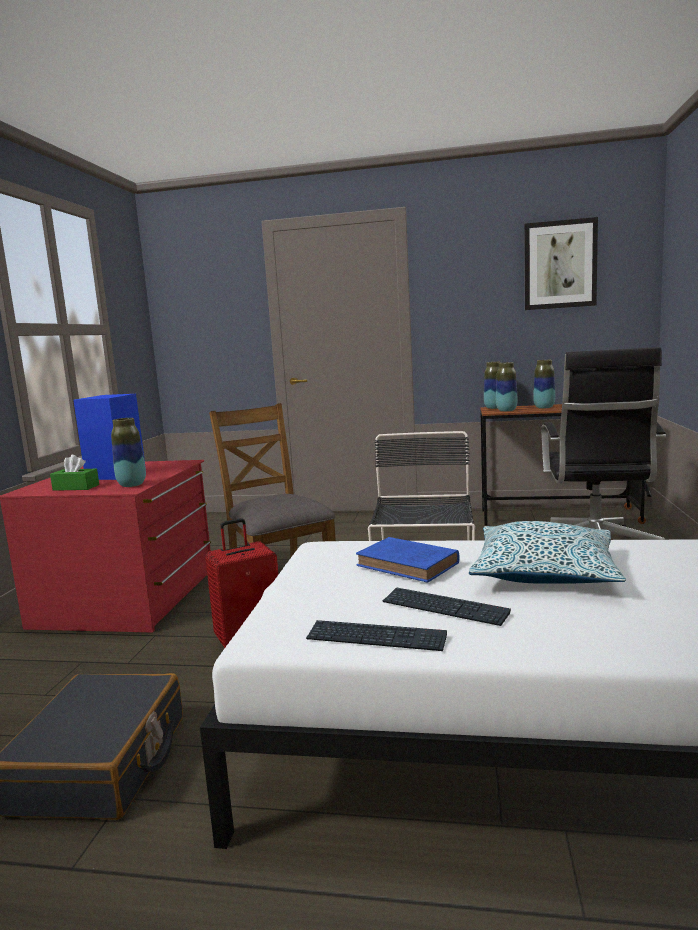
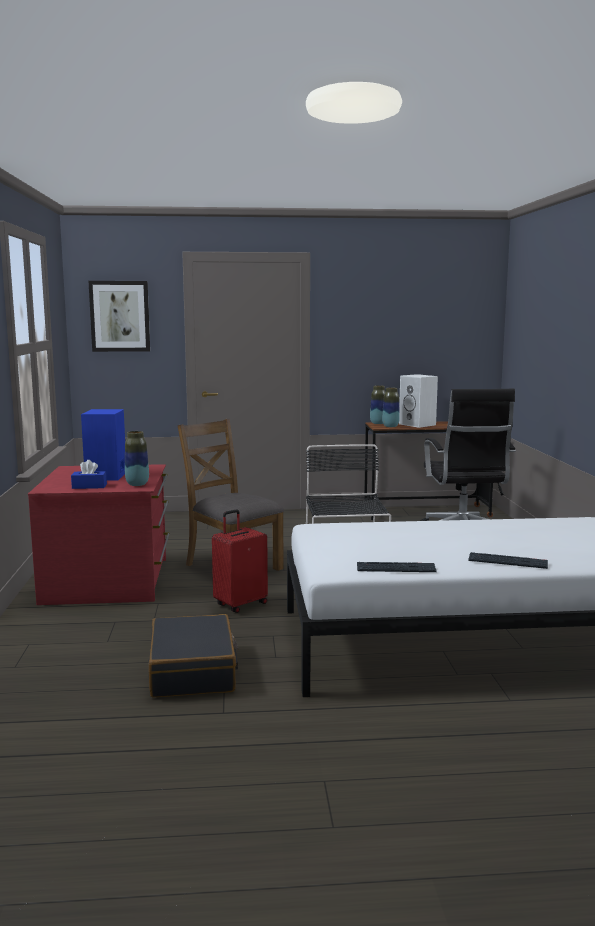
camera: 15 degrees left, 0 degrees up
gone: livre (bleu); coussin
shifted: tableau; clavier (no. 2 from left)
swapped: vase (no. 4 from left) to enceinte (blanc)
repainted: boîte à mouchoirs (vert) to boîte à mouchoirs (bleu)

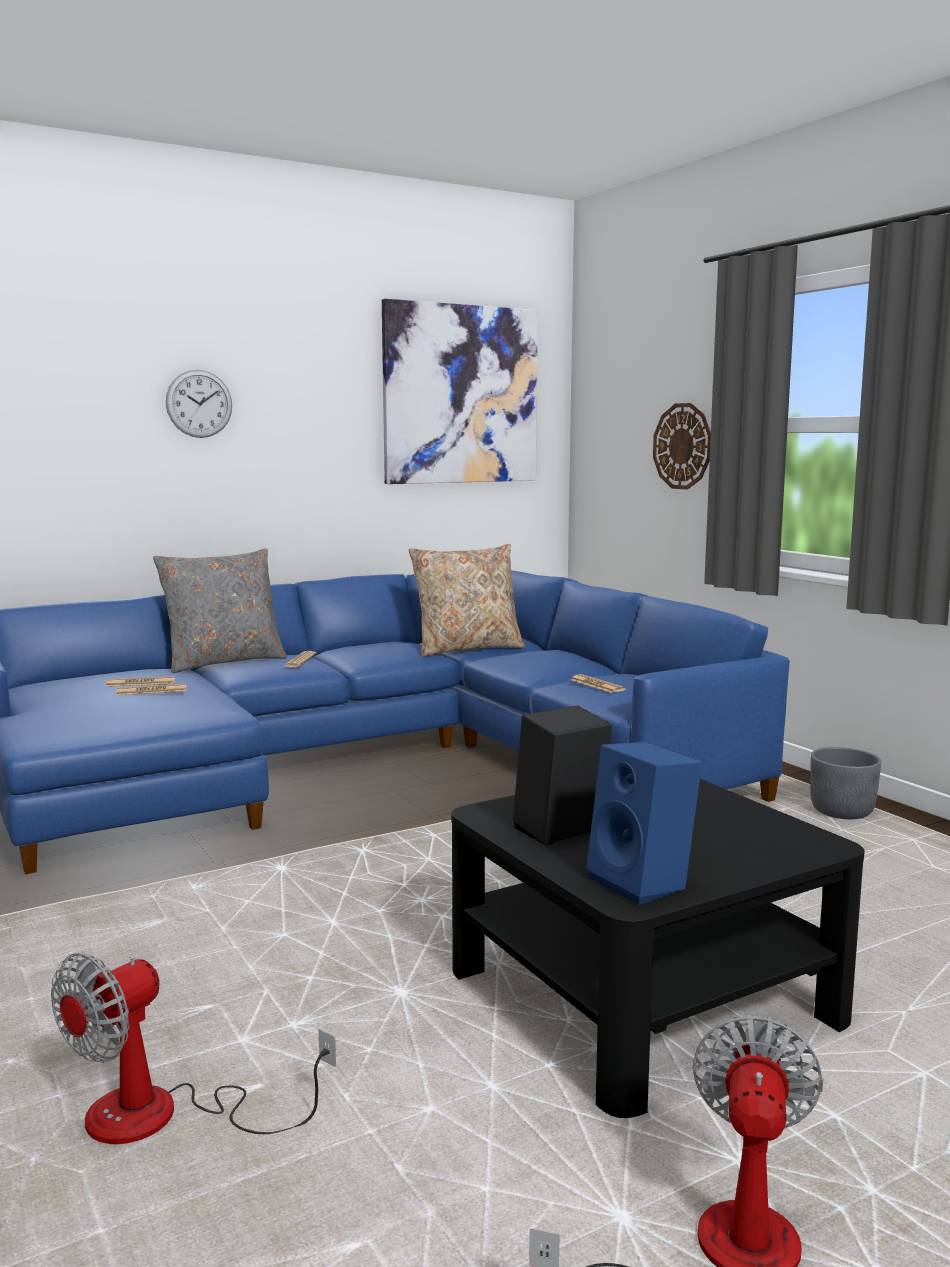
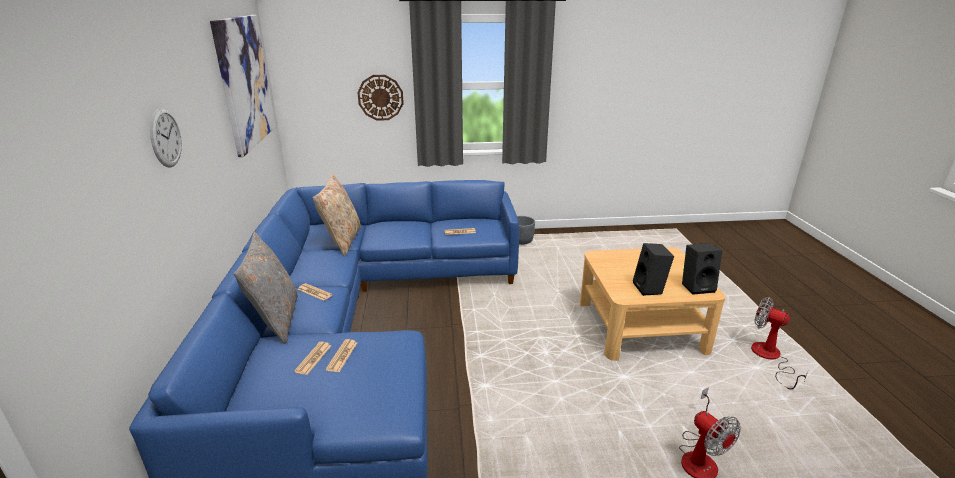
camera: 65 degrees left, 15 degrees up
repainted: table basse (noir) to table basse (beige); enceinte (bleu) to enceinte (noir) (no. 2 from left)

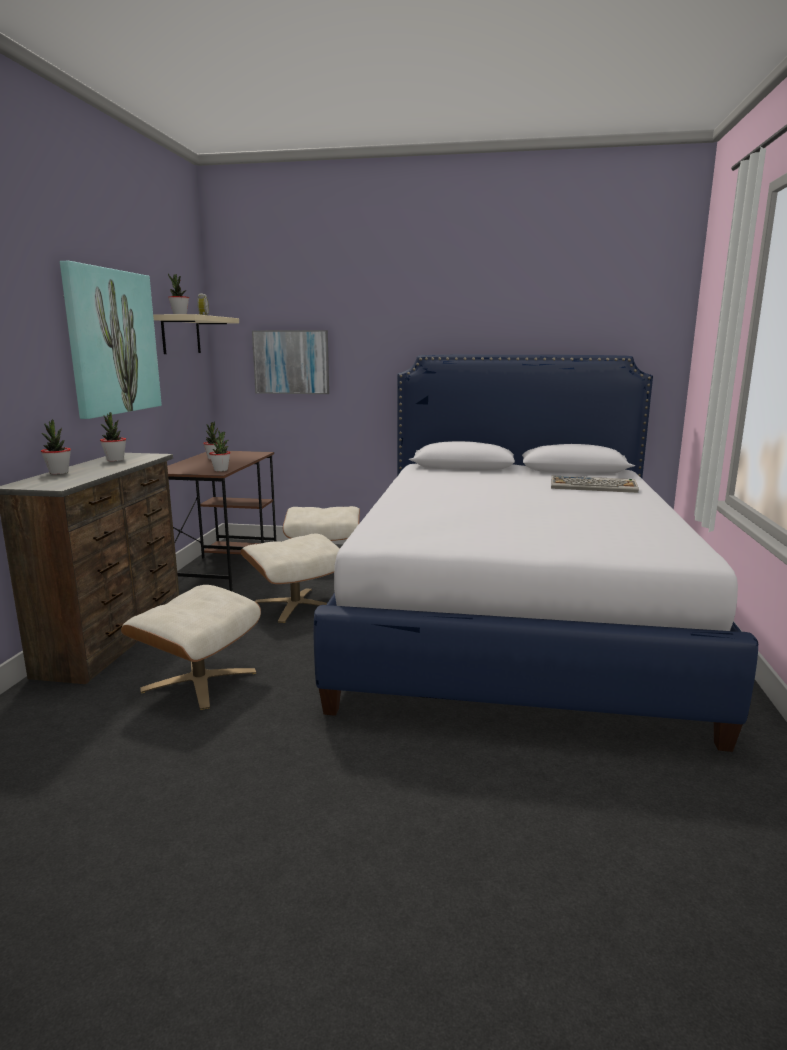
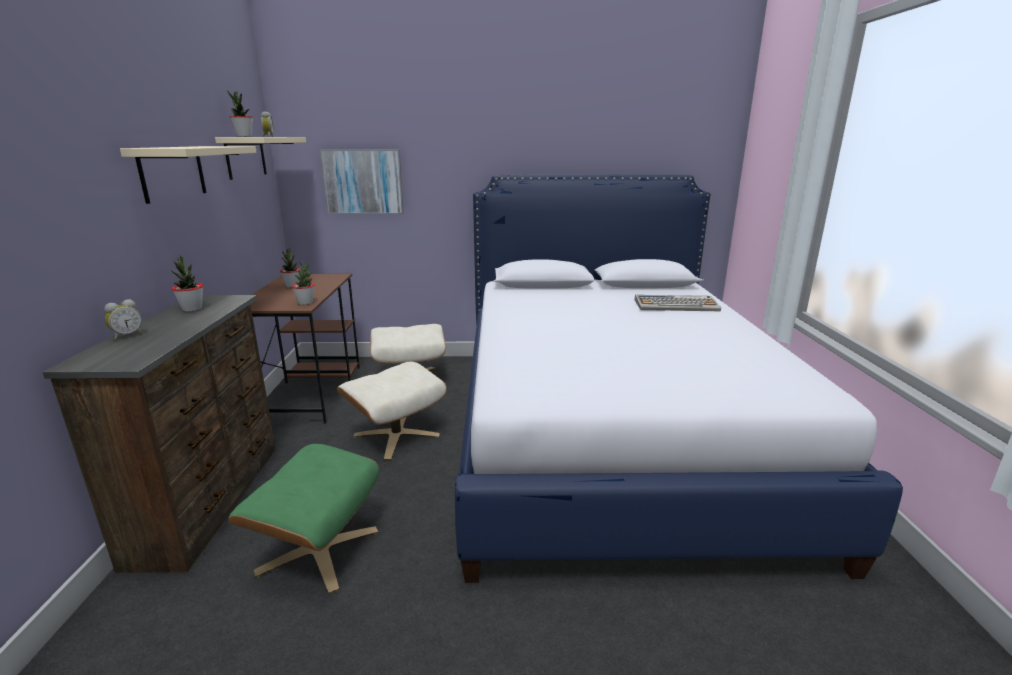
camera: 10 degrees left, 5 degrees up
swapped: plante en pot (no. 1 from left) to réveil (no. 1 from left); tableau (no. 1 from left) to étagère (beige) (no. 1 from left)
repainted: pouf (beige) (no. 1 from left) to pouf (vert)

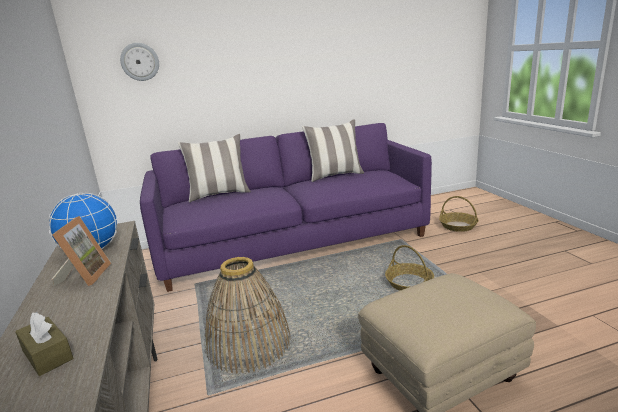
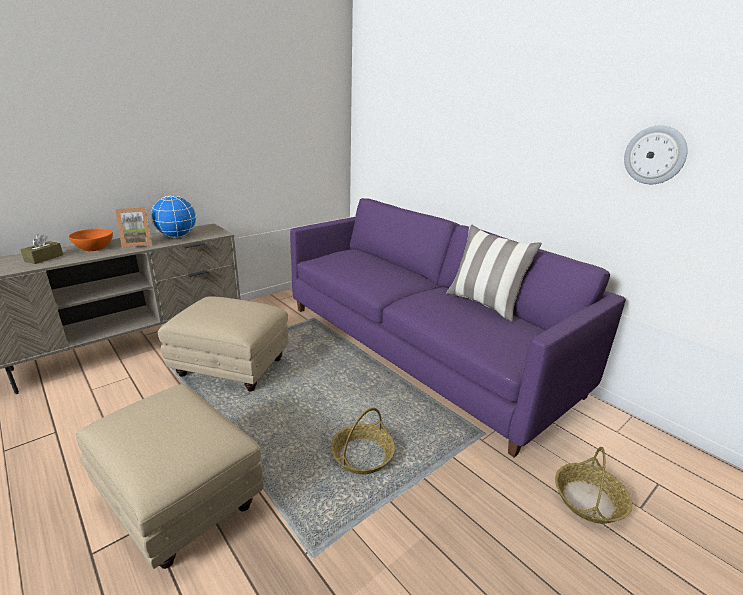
camera: 65 degrees right, 5 degrees up
gone: coussin (no. 1 from left)
new: bol (orange)
shifted: horloge murale
swapped: panier (no. 1 from left) to pouf (beige) (no. 2 from left)

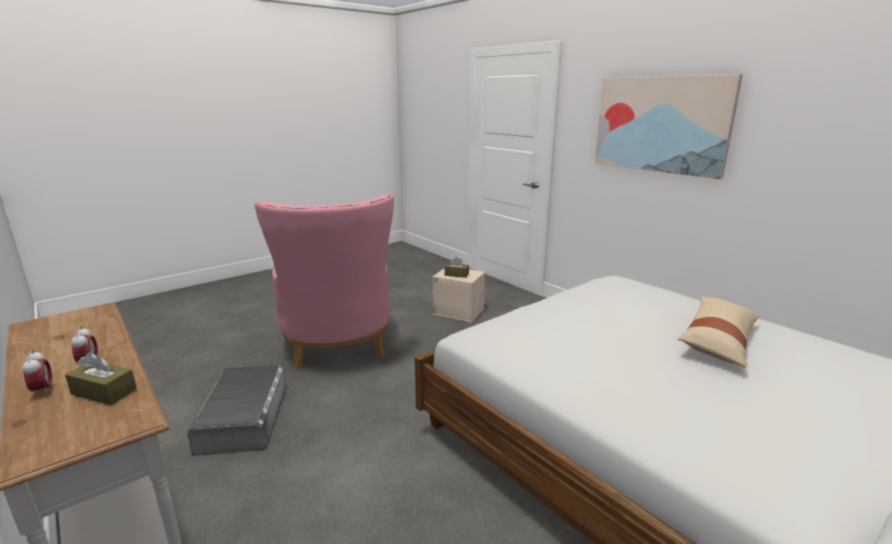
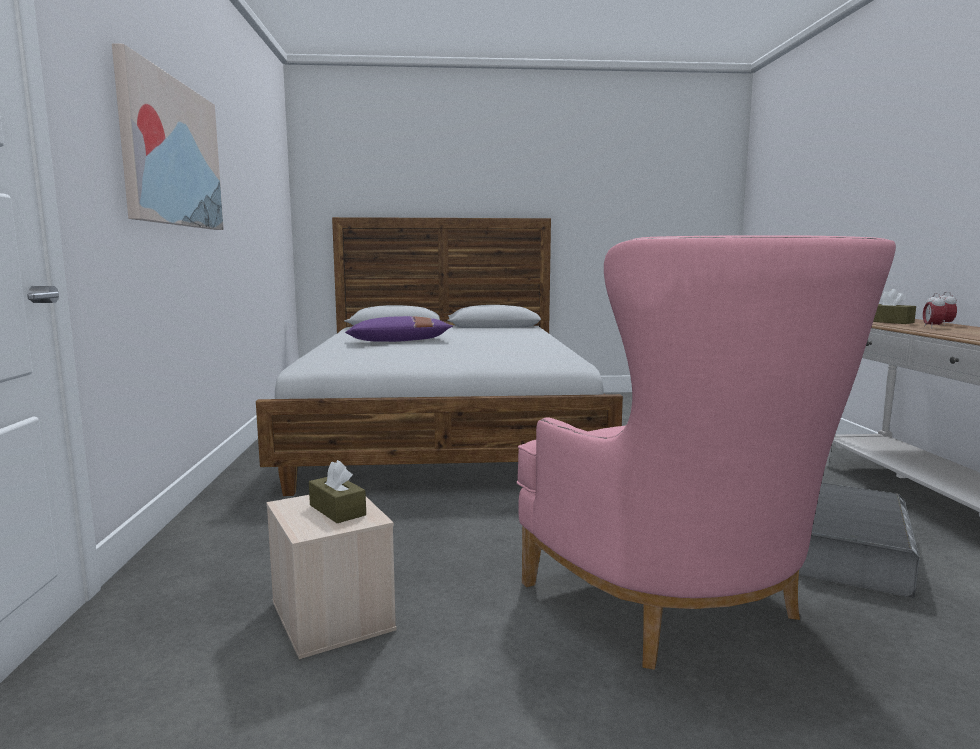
camera: 145 degrees left, 10 degrees down
repainted: coussin (beige) to coussin (violet)
rotated: fauteuil (rose) 135 degrees clockwise

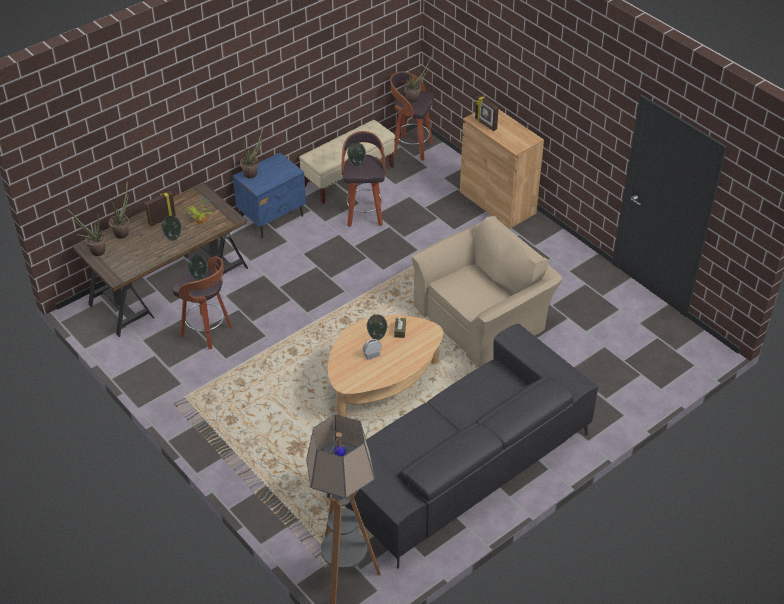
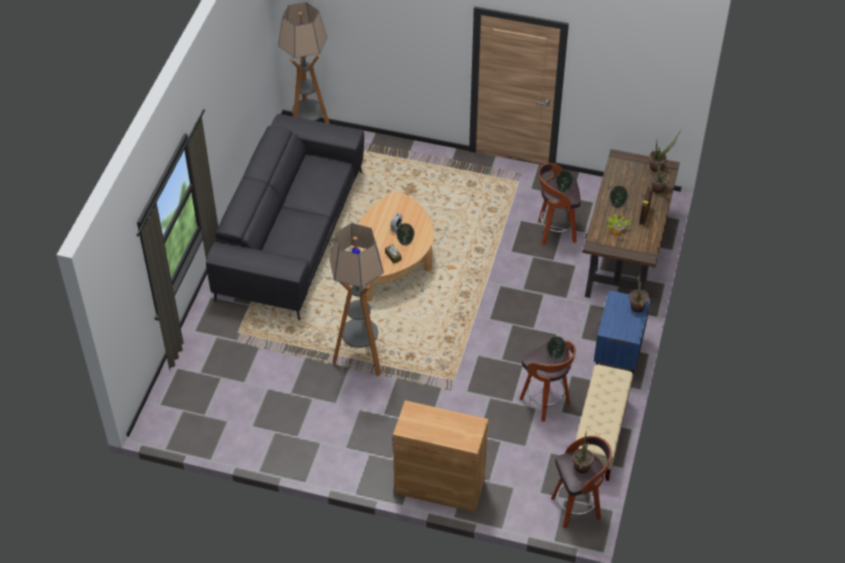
camera: 145 degrees right, 5 degrees up
gone: cadre photo (no. 2 from left)
swapped: fauteuil (beige) to lampadaire (no. 2 from left)

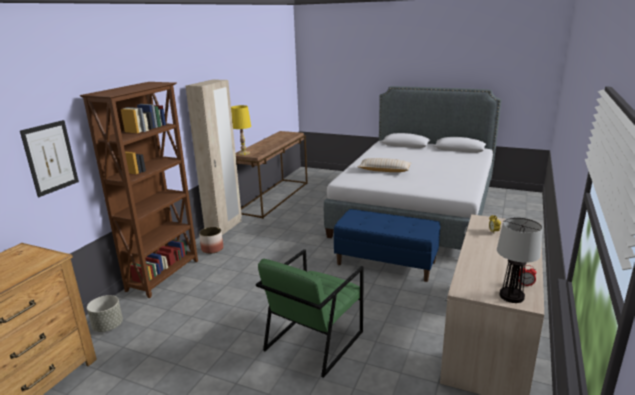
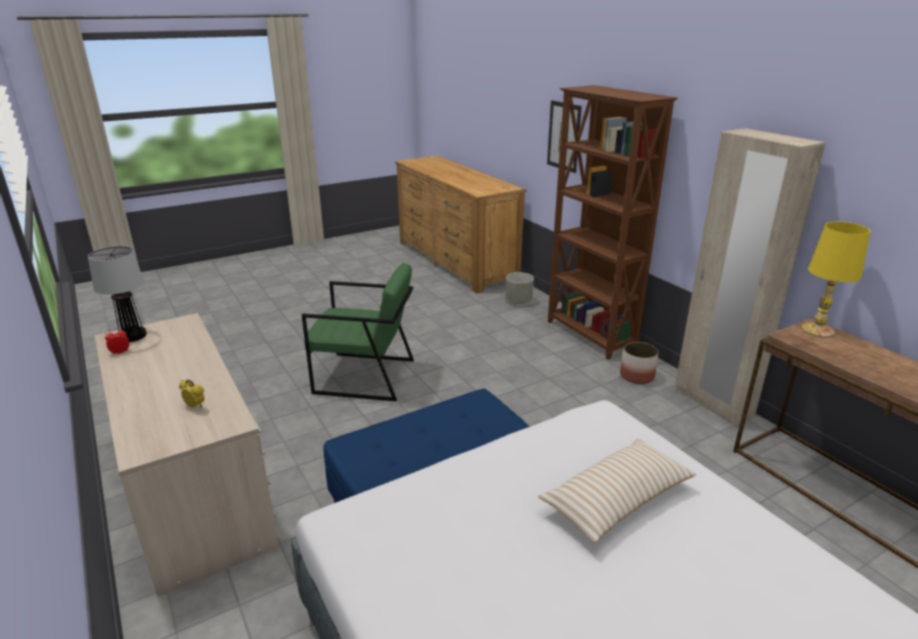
camera: 125 degrees right, 5 degrees up
rotated: fauteuil (vert) 120 degrees clockwise

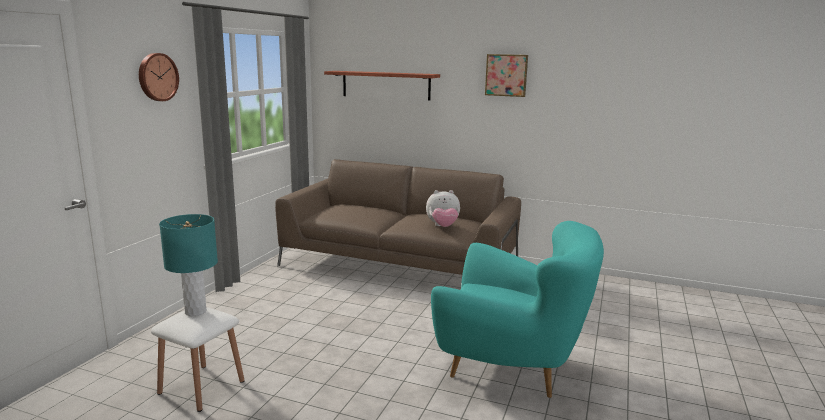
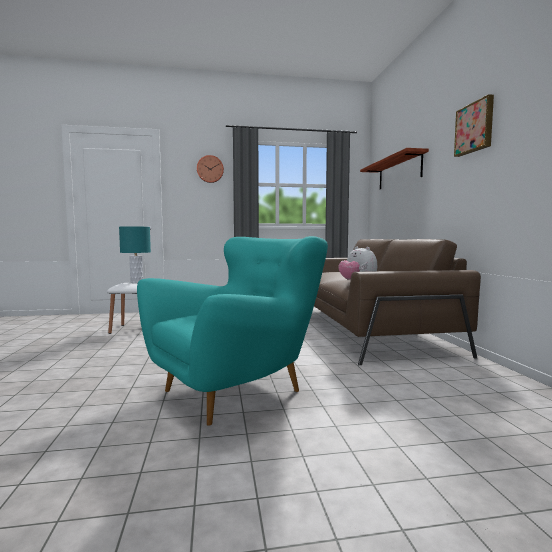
camera: 60 degrees right, 10 degrees down
rotated: fauteuil (turquoise) 120 degrees counterclockwise

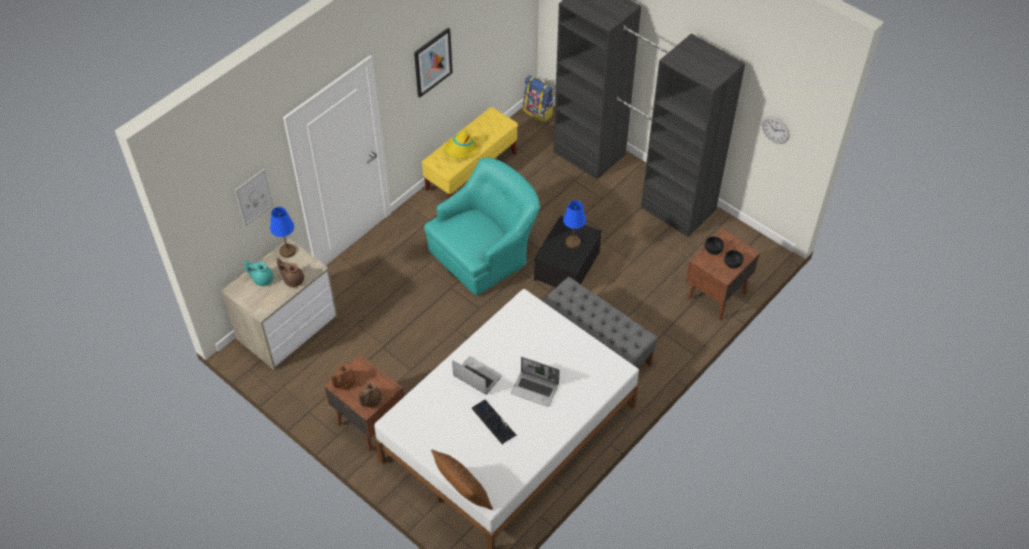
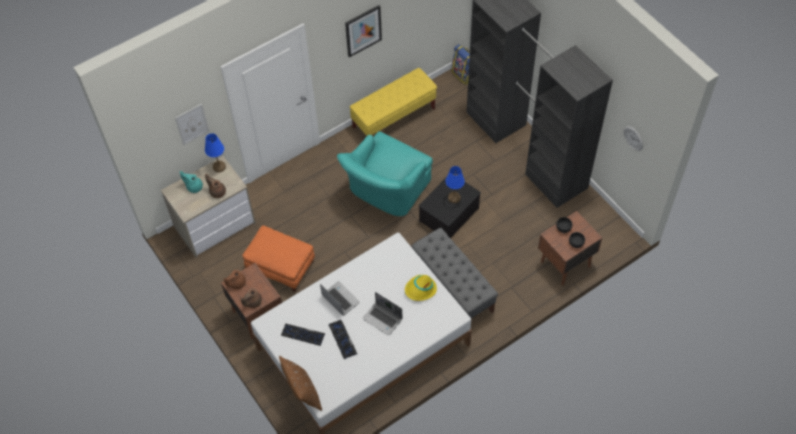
camera: 15 degrees right, 5 degrees up
new: pouf (orange); clavier (no. 1 from left)
shifted: chapeau (jaune)
rotated: fauteuil (turquoise) 150 degrees clockwise

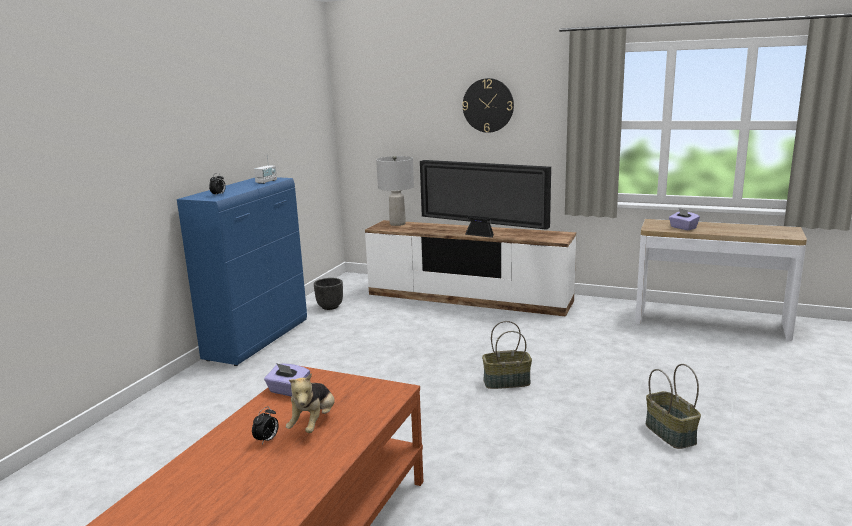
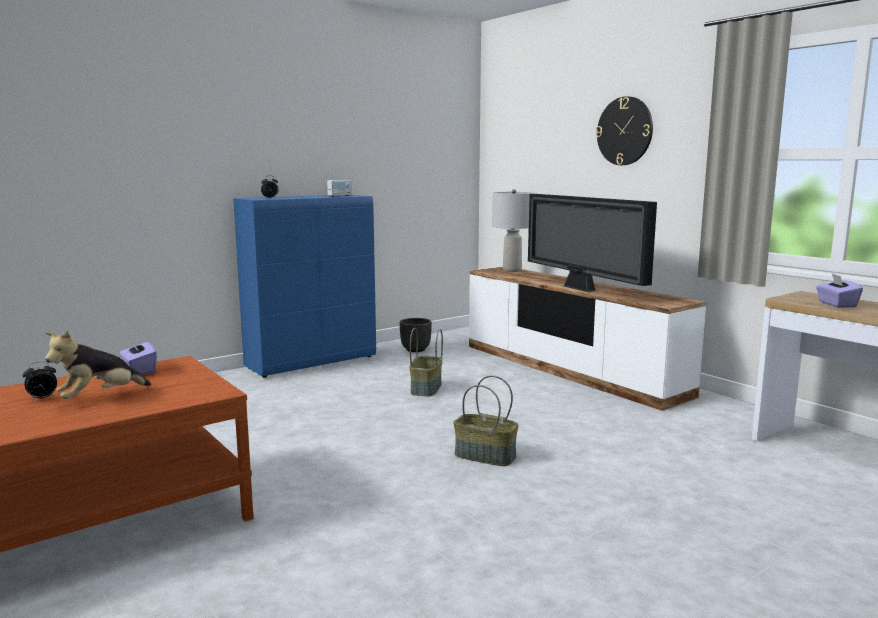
camera: 30 degrees right, 5 degrees down
shifted: panier (no. 2 from left in the first image) to panier (no. 1 from left)

